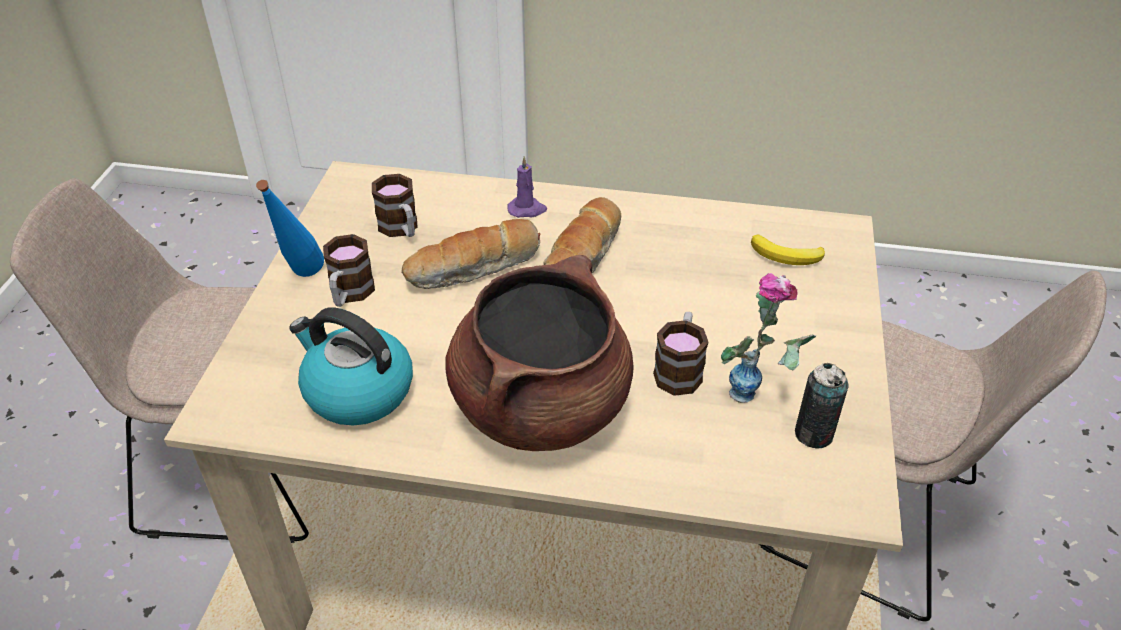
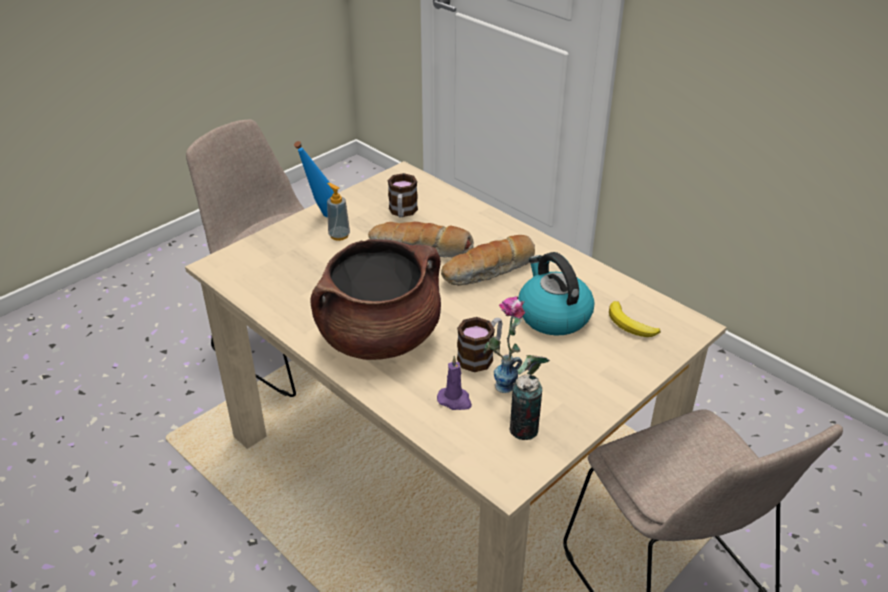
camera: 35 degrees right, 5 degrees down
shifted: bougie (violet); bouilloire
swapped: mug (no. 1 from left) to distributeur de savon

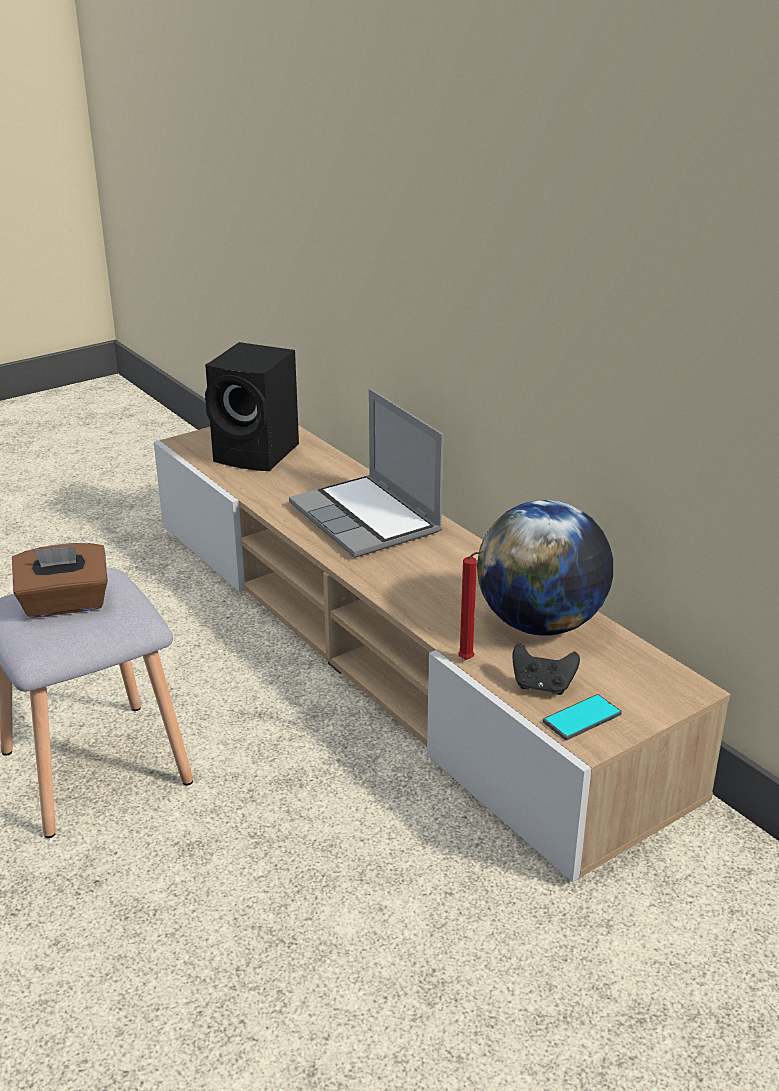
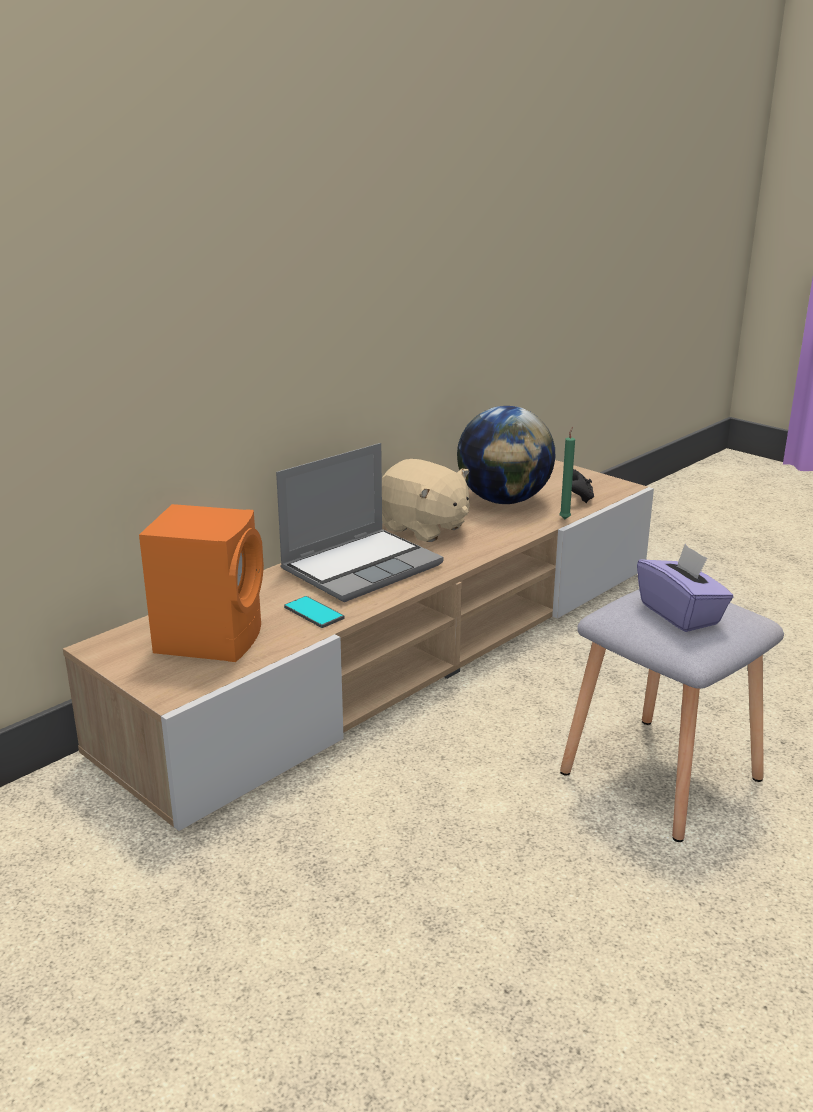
camera: 100 degrees left, 5 degrees down
new: peluche (beige)
shifted: téléphone
repainted: enceinte (noir) to enceinte (orange); bougie (rouge) to bougie (vert); boîte à mouchoirs (marron) to boîte à mouchoirs (violet)

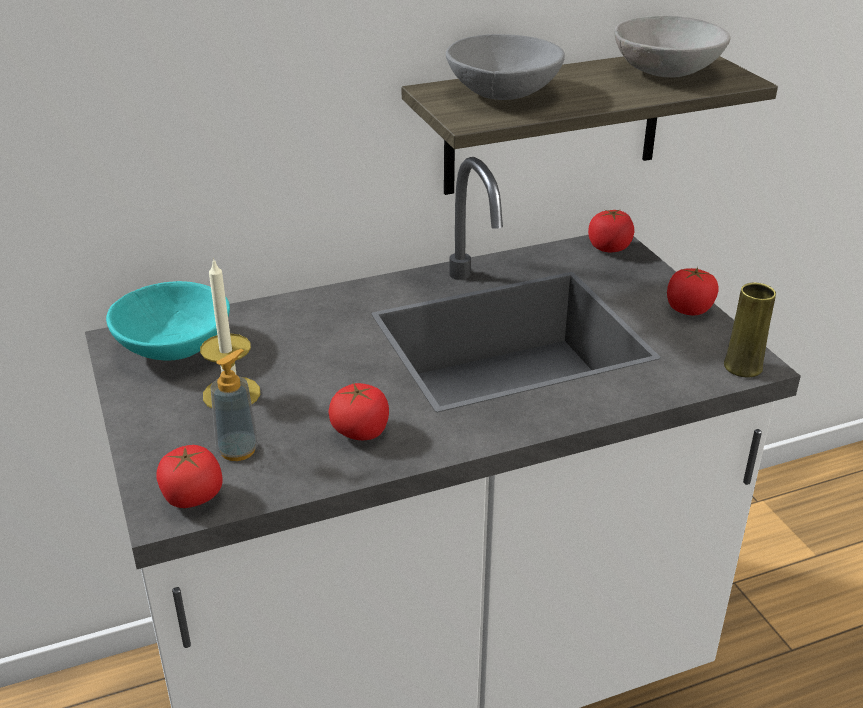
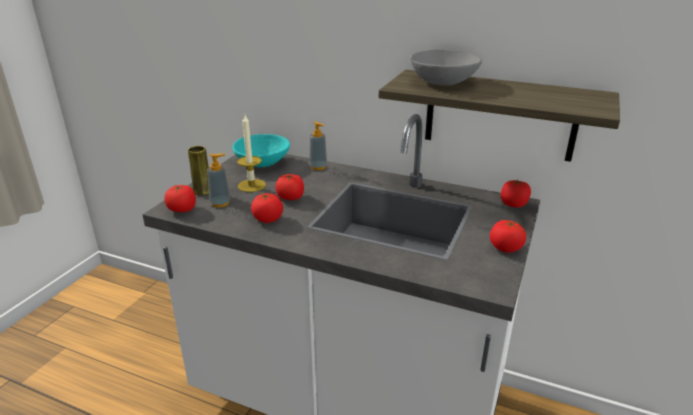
camera: 45 degrees right, 5 degrees down
gone: bol (gris) (no. 2 from left)
new: tomate (no. 3 from left); distributeur de savon (no. 2 from left)
shifted: vase (jaune)

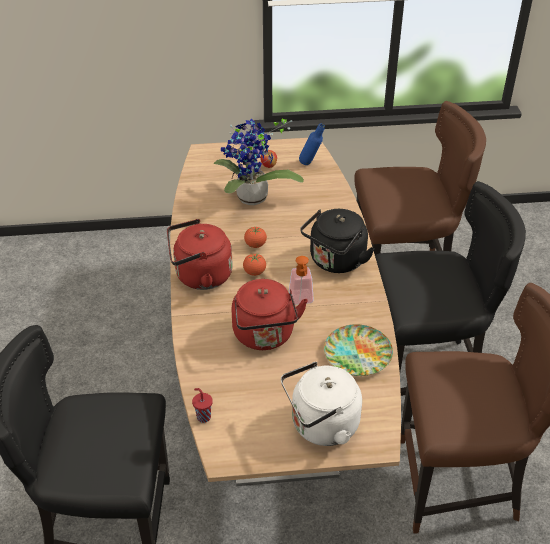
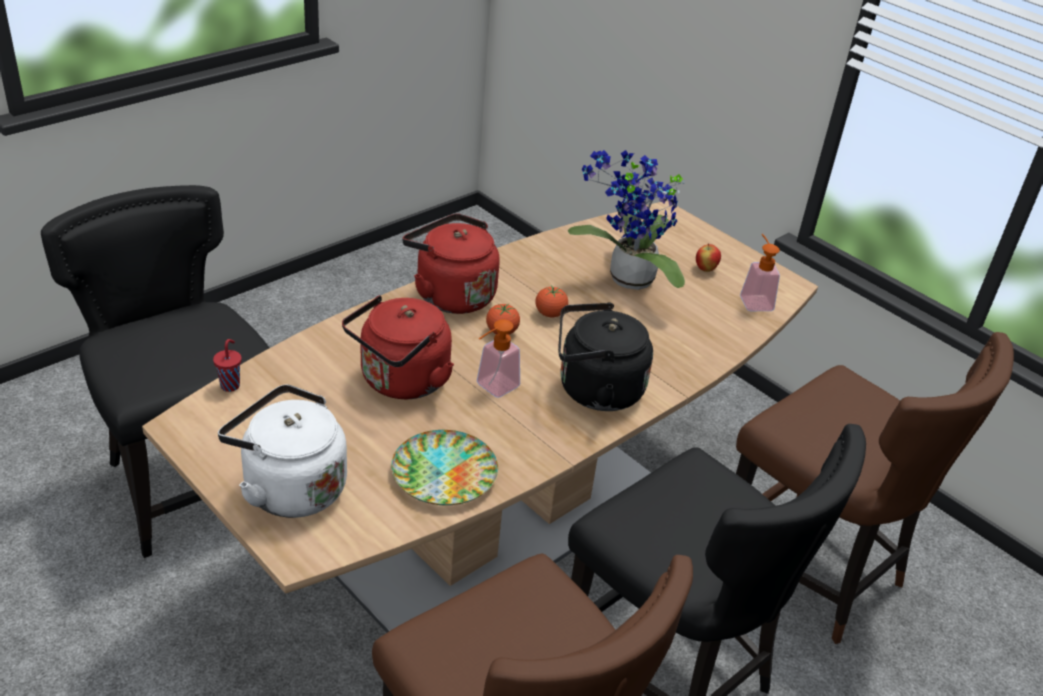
camera: 50 degrees right, 5 degrees down
swapped: bouteille (bleu) to distributeur de savon (no. 2 from left)

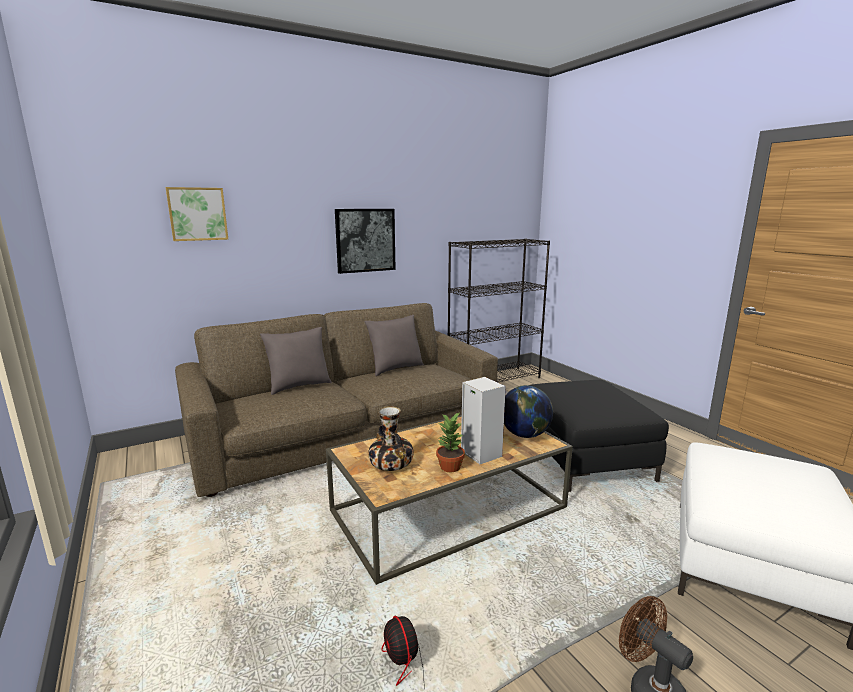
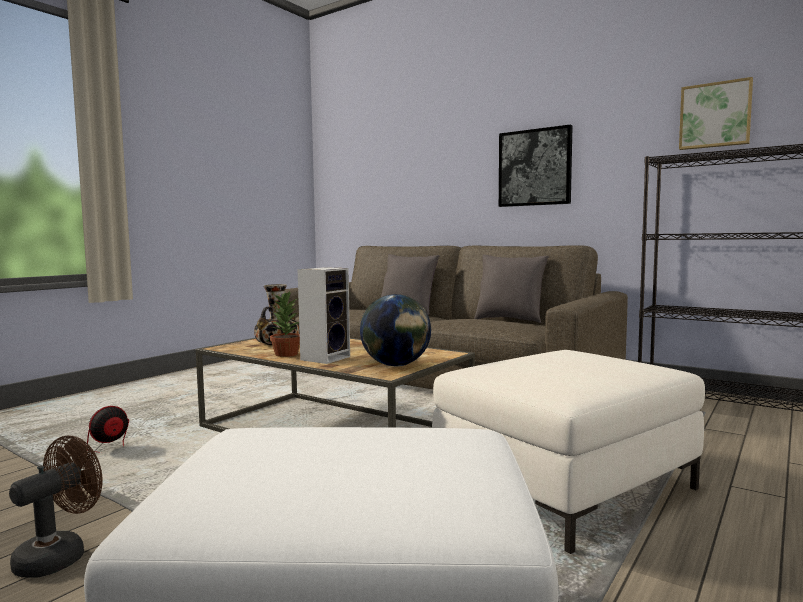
camera: 65 degrees right, 10 degrees down
shifted: tableau (no. 1 from left in the first image) to tableau (no. 2 from left)
repainted: pouf (noir) to pouf (blanc) (no. 2 from left)

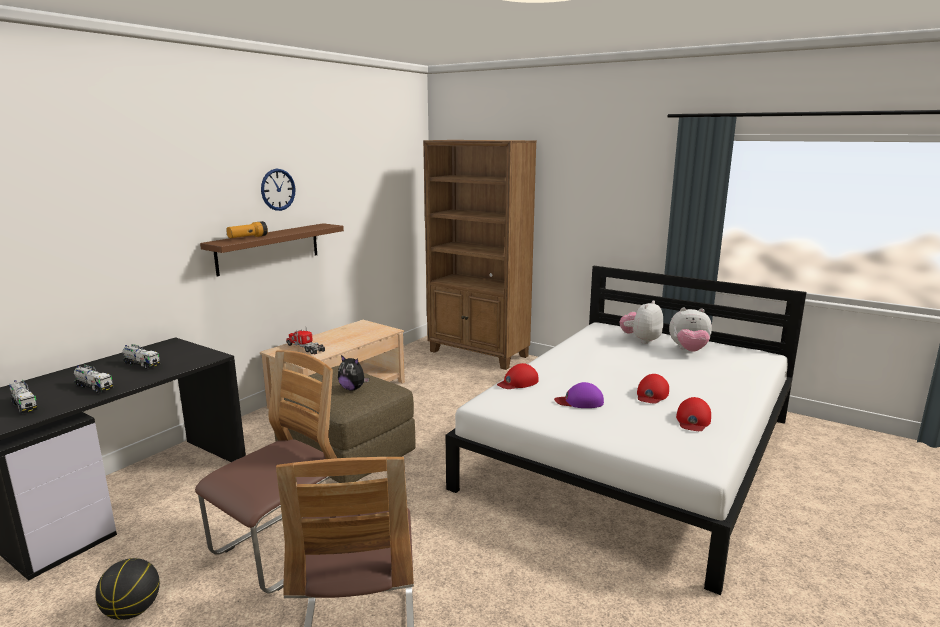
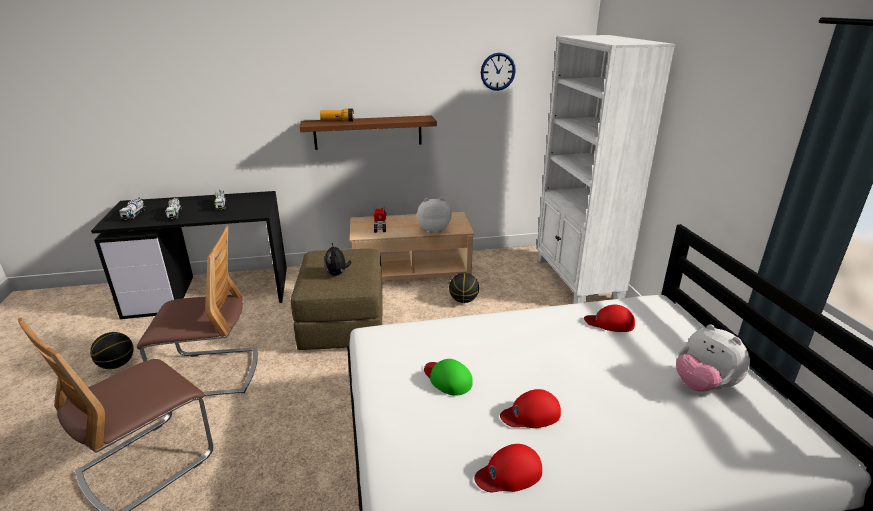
camera: 45 degrees right, 10 degrees up
new: ballon de basket (no. 2 from left)
shifted: peluche (no. 2 from left); horloge murale; casquette (rouge) (no. 1 from left in the first image) to casquette (rouge) (no. 3 from left)
repainted: casquette (violet) to casquette (vert); bibliothèque (marron) to bibliothèque (blanc)

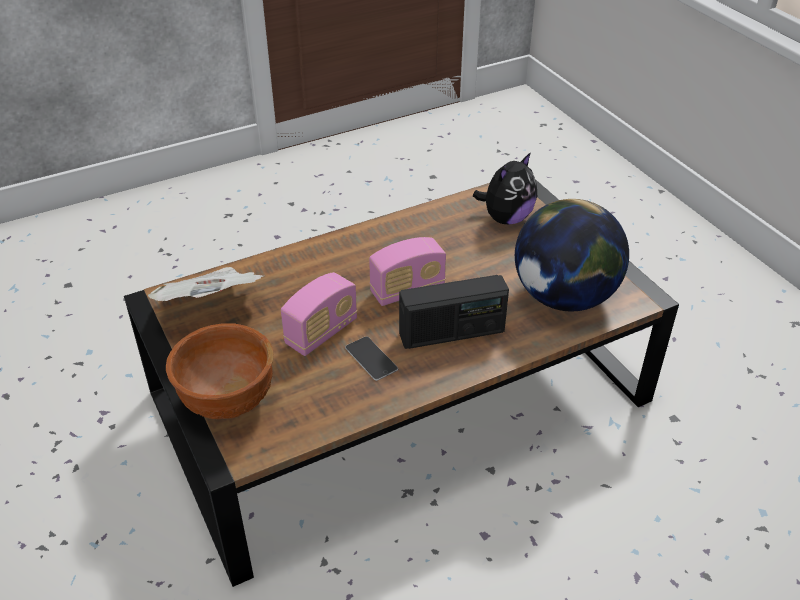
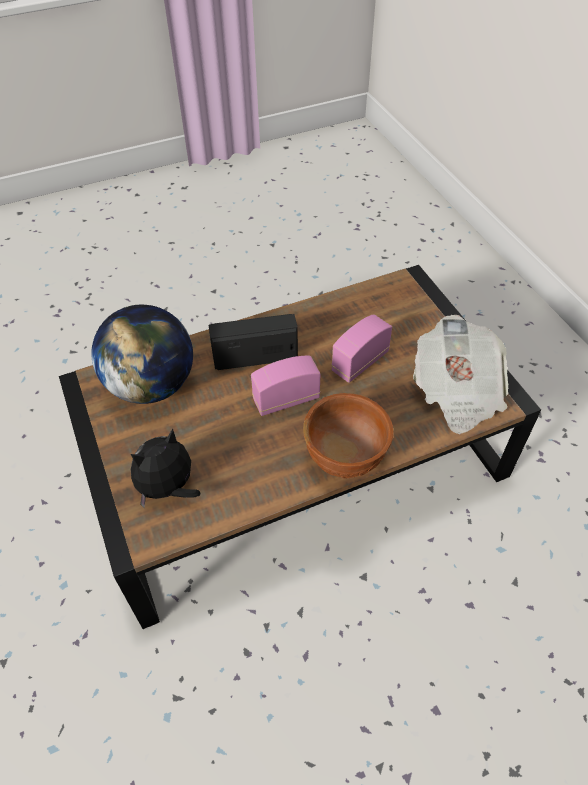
camera: 175 degrees left, 10 degrees up
gone: téléphone
shifted: bol (marron)

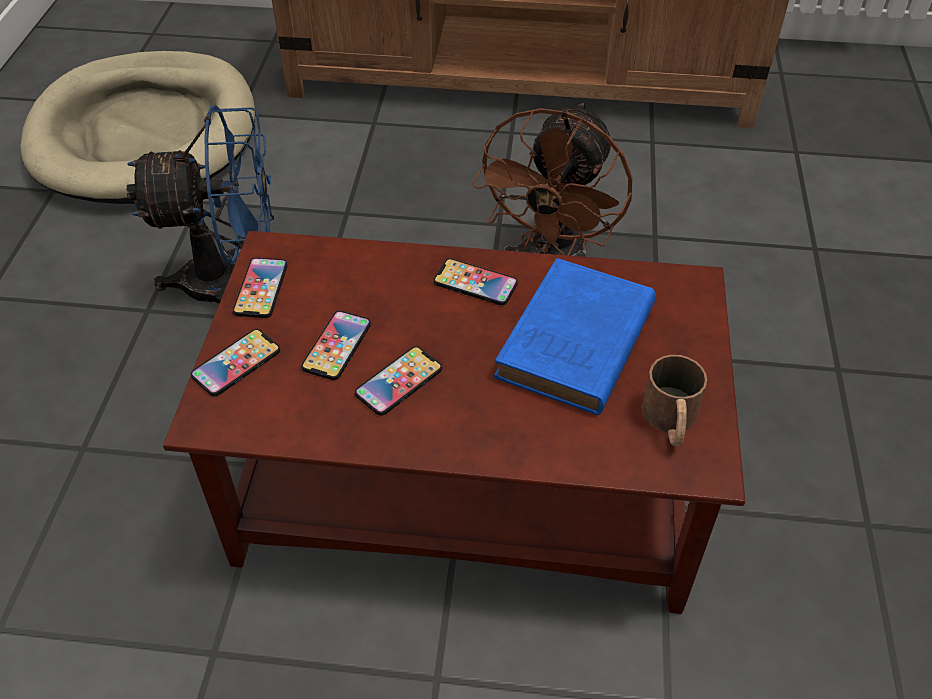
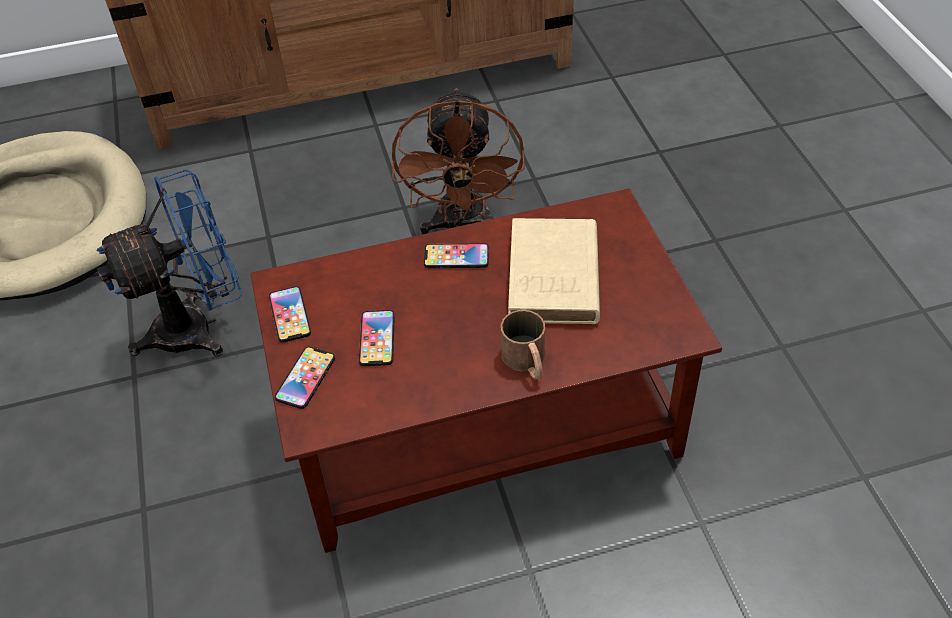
camera: 20 degrees left, 0 degrees up
gone: téléphone (no. 4 from left)
shifted: mug (marron)
repainted: livre (bleu) to livre (beige)

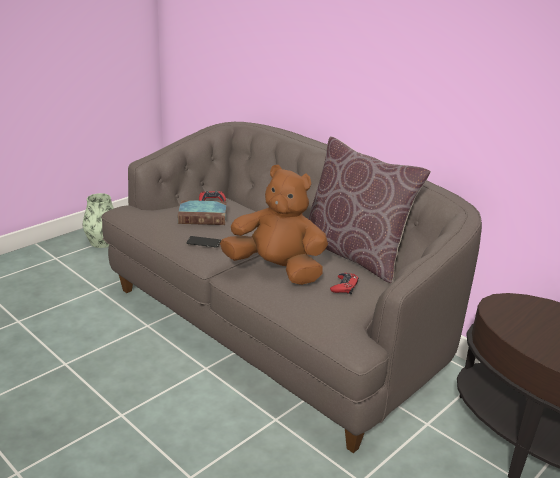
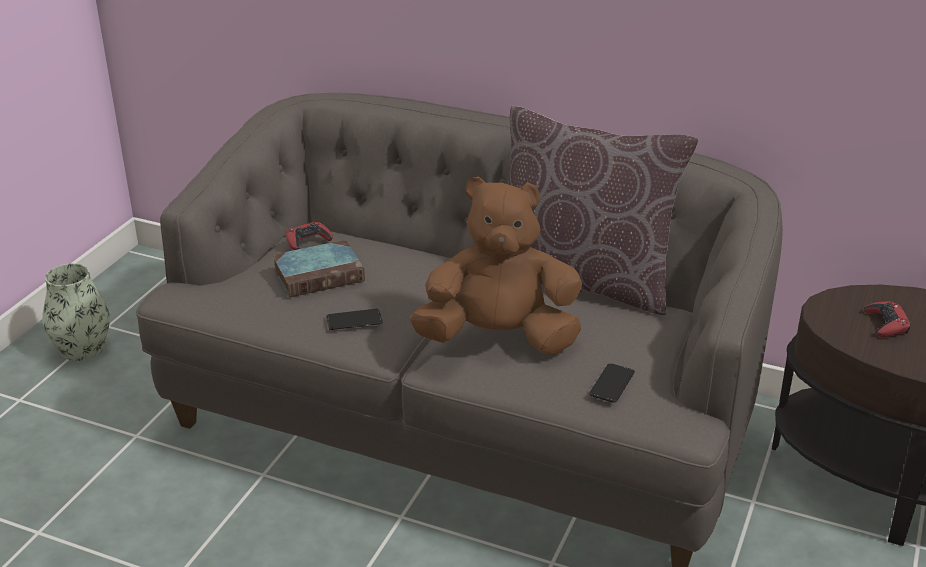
camera: 20 degrees left, 5 degrees up
new: téléphone (no. 2 from left)
shifted: manette (rouge) (no. 2 from left)

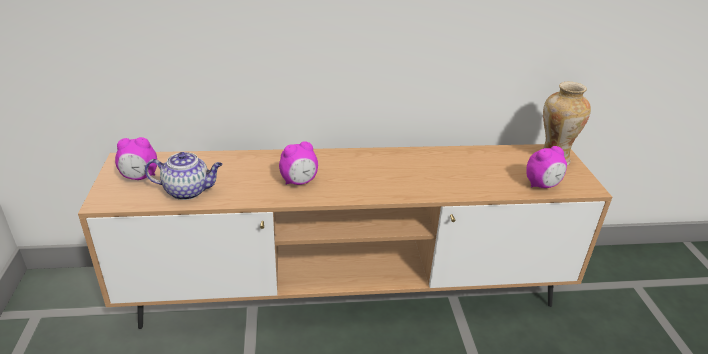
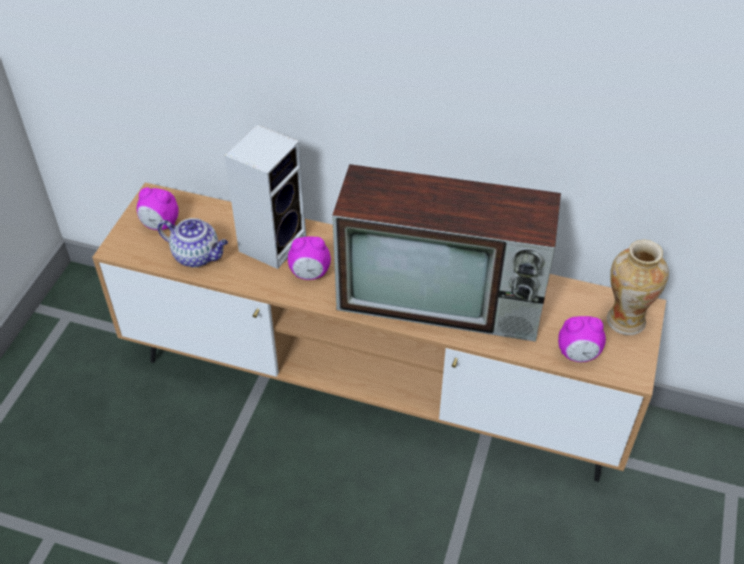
camera: 25 degrees right, 15 degrees up
new: enceinte; téléviseur

